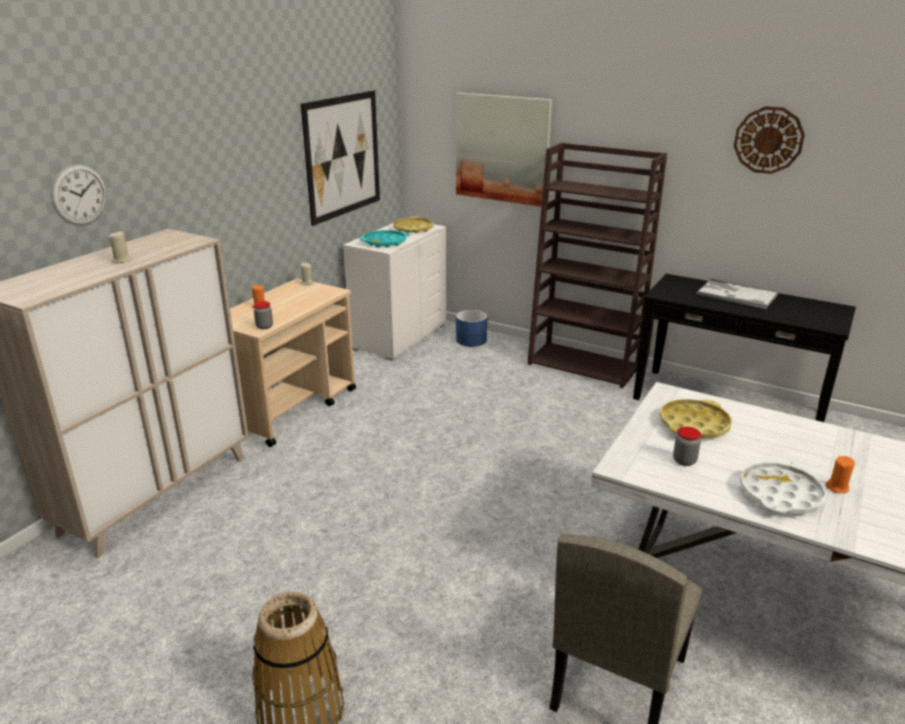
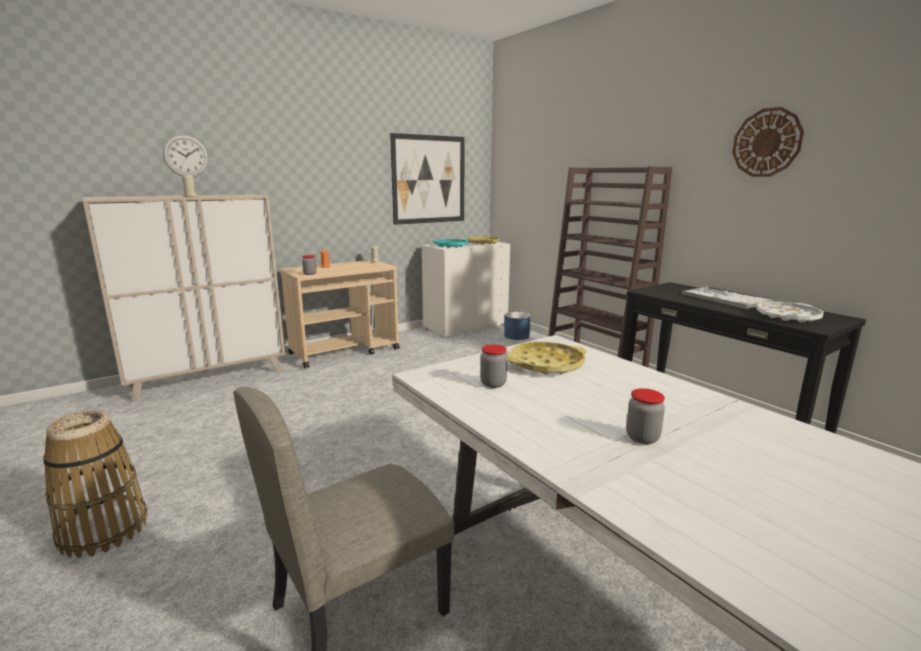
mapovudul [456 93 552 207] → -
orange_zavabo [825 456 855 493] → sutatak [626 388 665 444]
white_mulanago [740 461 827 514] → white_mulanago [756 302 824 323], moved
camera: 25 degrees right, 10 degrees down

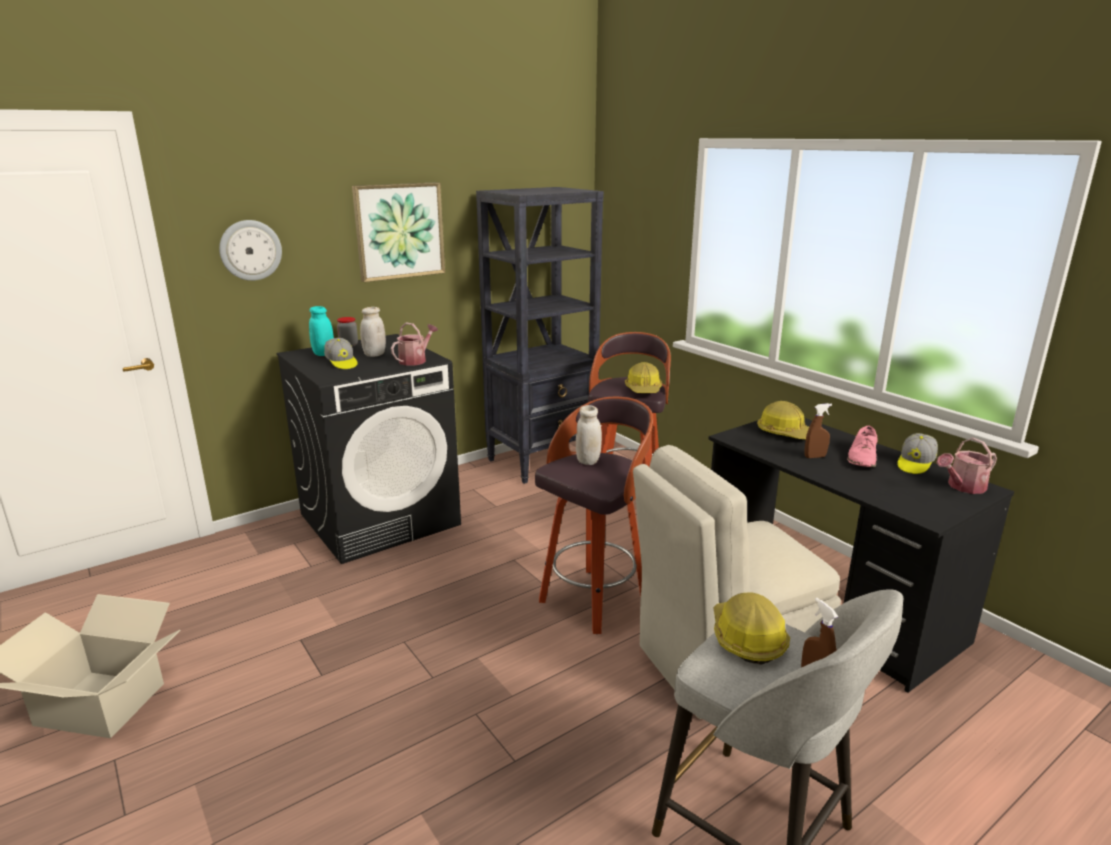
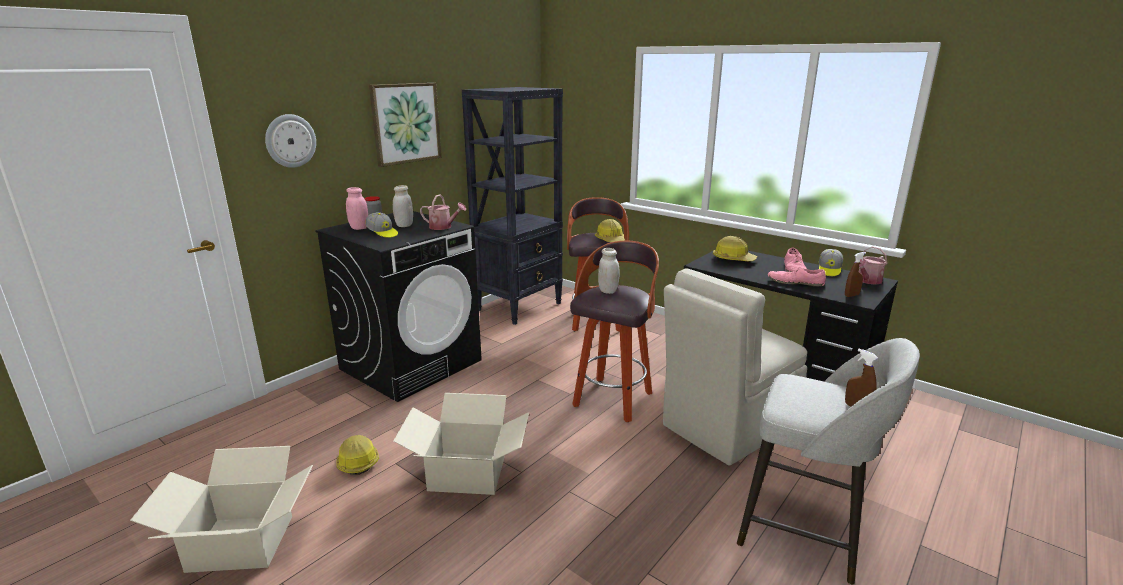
turquoise_sutatak [309 306 334 356] → pink_sutatak [346 187 368 230]
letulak [391 322 438 366] → letulak [420 195 466 230], 90 degrees clockwise
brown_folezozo [804 403 832 458] → brown_folezozo [845 252 866 297], moved
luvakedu [714 593 790 665] → luvakedu [336 435 379 475], moved
- → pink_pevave [768 267 826 287]
- → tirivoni [393 393 529 495]
camera: 15 degrees left, 0 degrees up

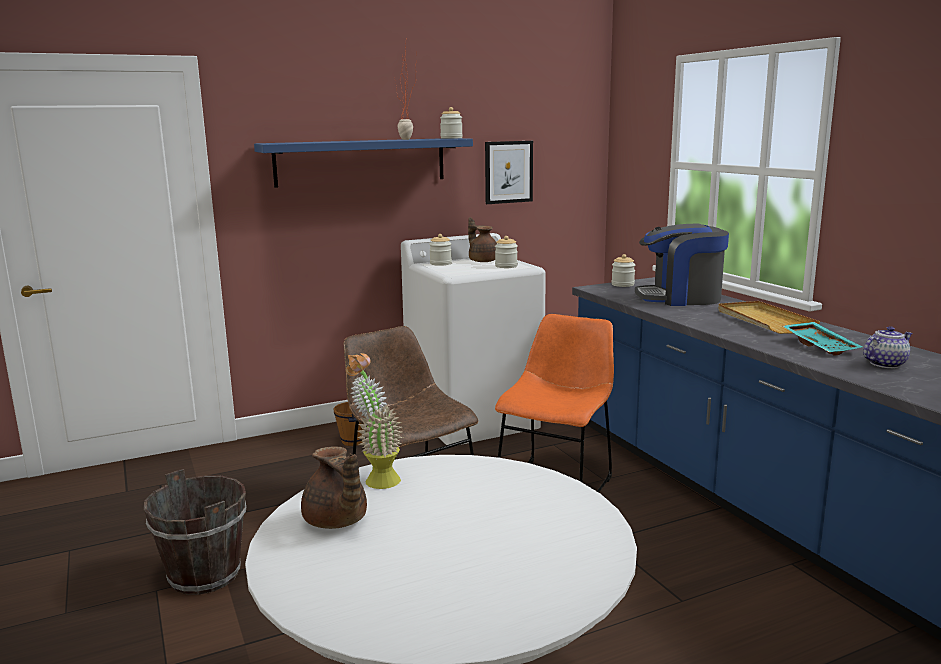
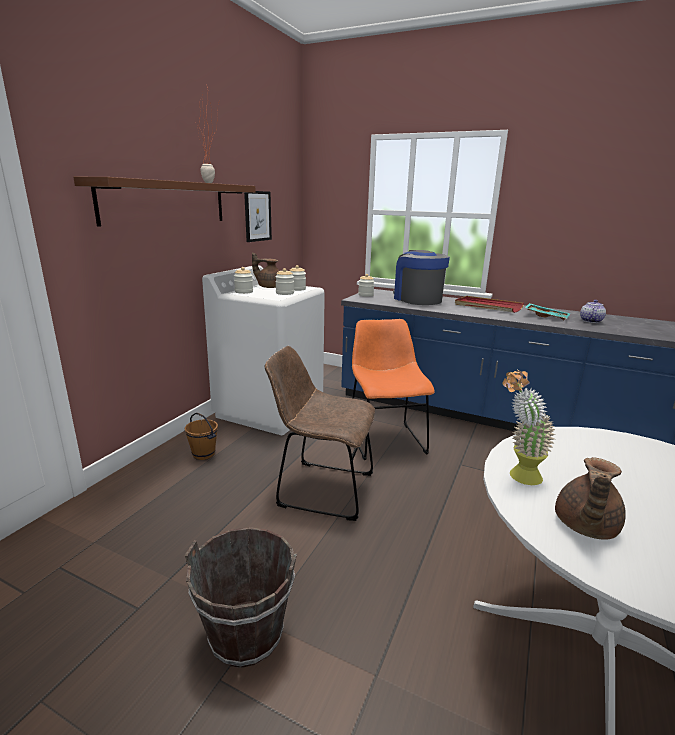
sutatak [440 107 463 139] → sutatak [275 268 294 295], moved
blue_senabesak [254 138 473 188] → brown_senabesak [73 177 256 227]
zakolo [635 224 729 306] → zakolo [393 250 450 305], 105 degrees clockwise
beige_mulanago [718 301 820 334] → red_mulanago [455 296 524 313]
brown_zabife [301 446 367 529] → brown_zabife [555 457 626 540], 105 degrees clockwise
camera: 40 degrees left, 5 degrees up

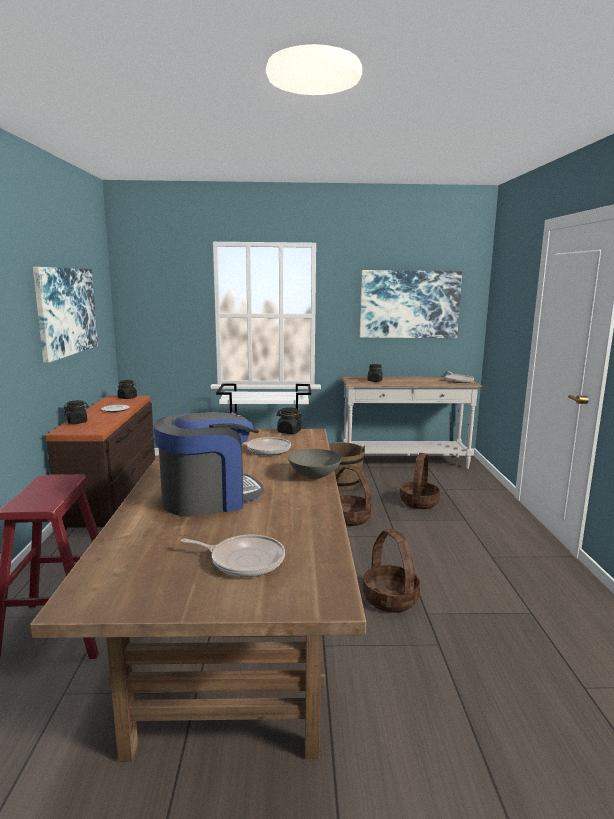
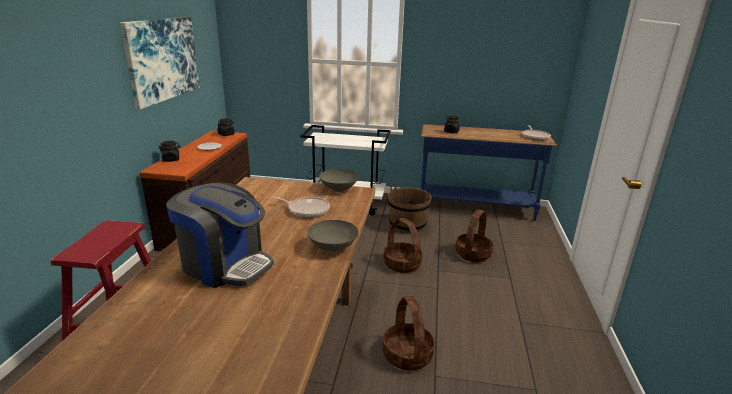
mapovudul [360 270 462 338] → -
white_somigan [342 377 483 469] → blue_somigan [421 124 557 221]
black_sutatak [276 407 302 434] → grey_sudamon [319 169 358 192]
zakolo [154 412 264 517] → zakolo [166 182 274 288], 45 degrees clockwise
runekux [181 535 285 577] → -
camera: 10 degrees right, 10 degrees up

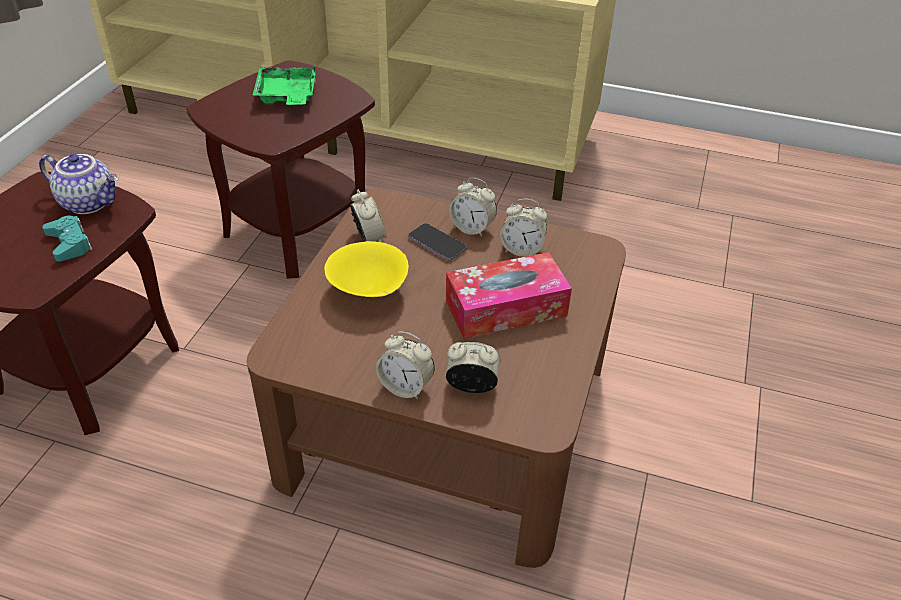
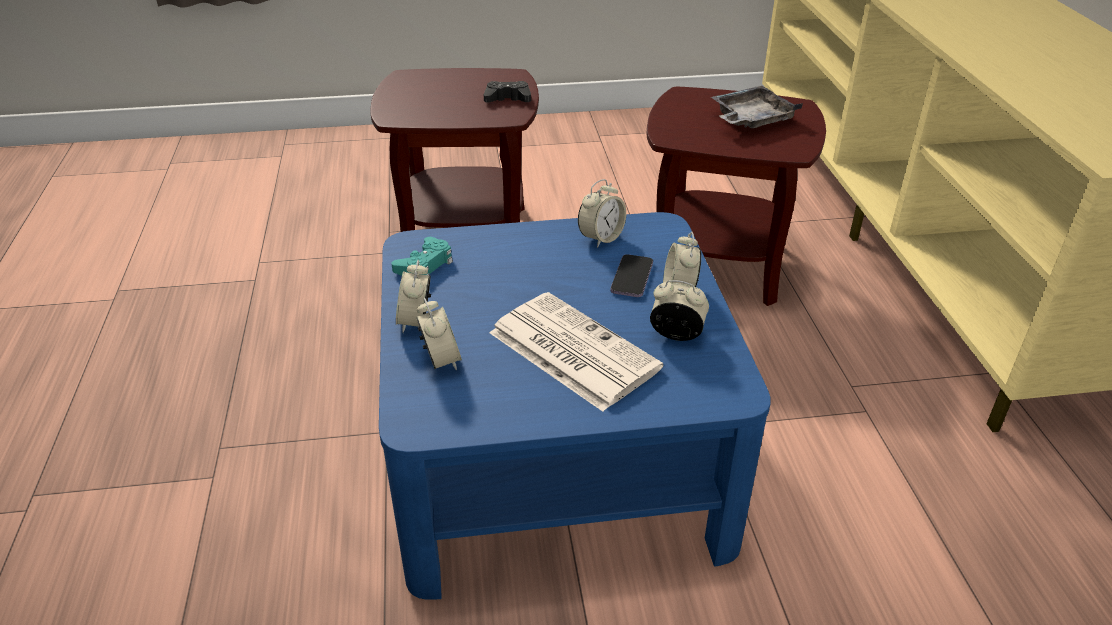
green_mulanago [253 62 316 105] → grey_mulanago [711 86 803 128]
zabife [39 154 119 214] → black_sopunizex [484 81 531 103]
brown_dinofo [246 189 626 568] → blue_dinofo [379 212 770 600]
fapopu [500 199 548 257] → fapopu [650 280 709 341], 120 degrees clockwise
turquoise_sopunizex [42 216 92 262] → turquoise_sopunizex [391 237 453 276], moved
yellow_sudamon [324 241 409 297] → -
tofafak [446 252 572 339] → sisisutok [489 292 663 412]
camera: 65 degrees right, 5 degrees down

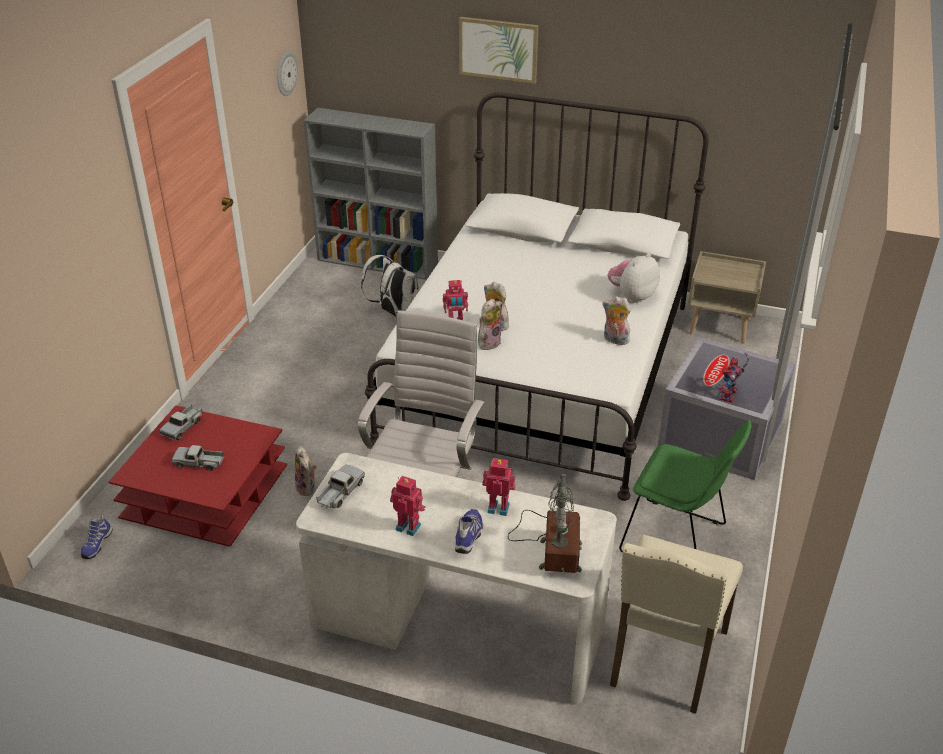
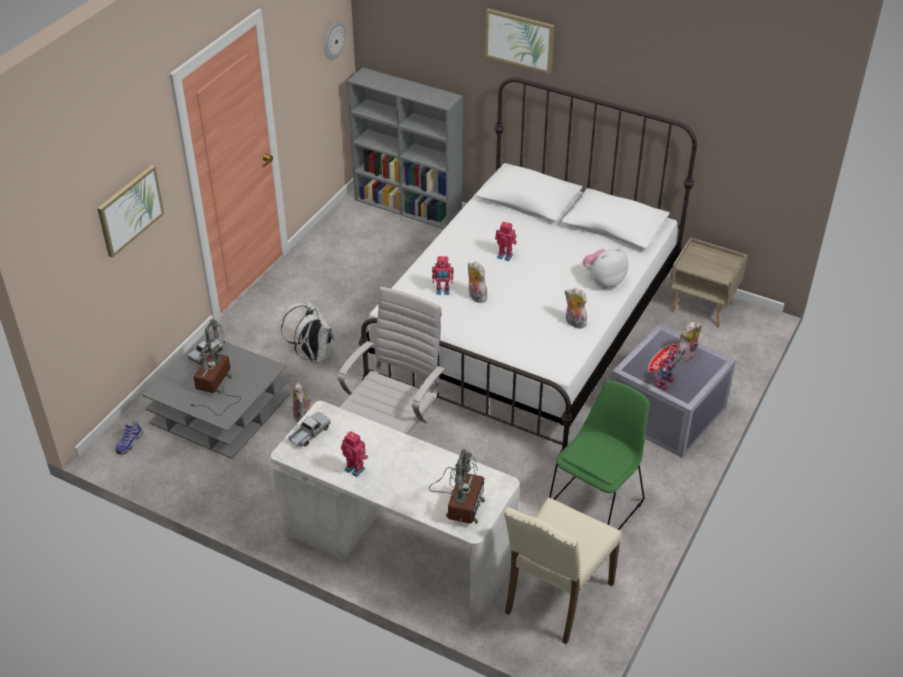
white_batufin [361 255 418 317] → white_batufin [281 301 334 364], moved
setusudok [478 299 502 351] → setusudok [676 321 702 362], moved
red_dinofo [109 405 287 547] → grey_dinofo [142 334 290 459]
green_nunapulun [619 420 752 553] → green_nunapulun [549 380 650 530], 90 degrees counterclockwise
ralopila [172 445 224 471] → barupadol [191 319 241 416]
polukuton [482 458 516 516] → polukuton [495 222 517 261], moved
pevave [455 509 483 554] → -
- → mapovudul [97 165 164 258]
camera: 10 degrees right, 5 degrees up

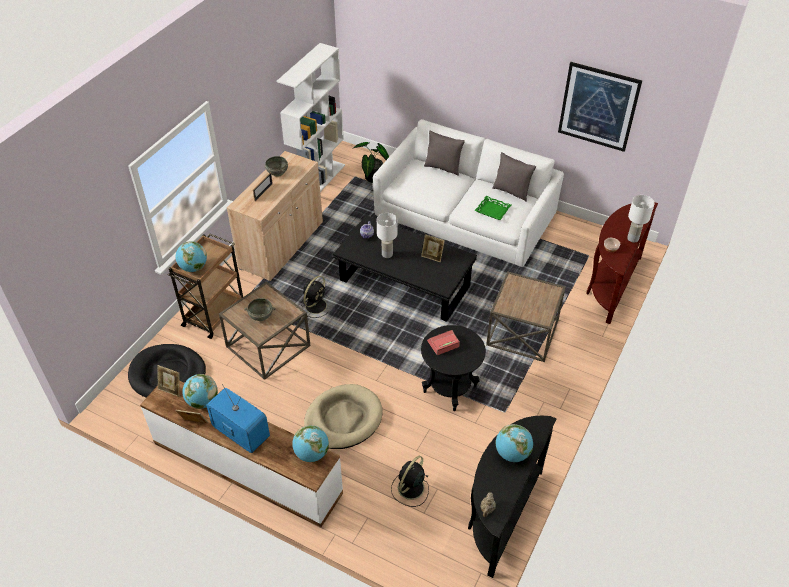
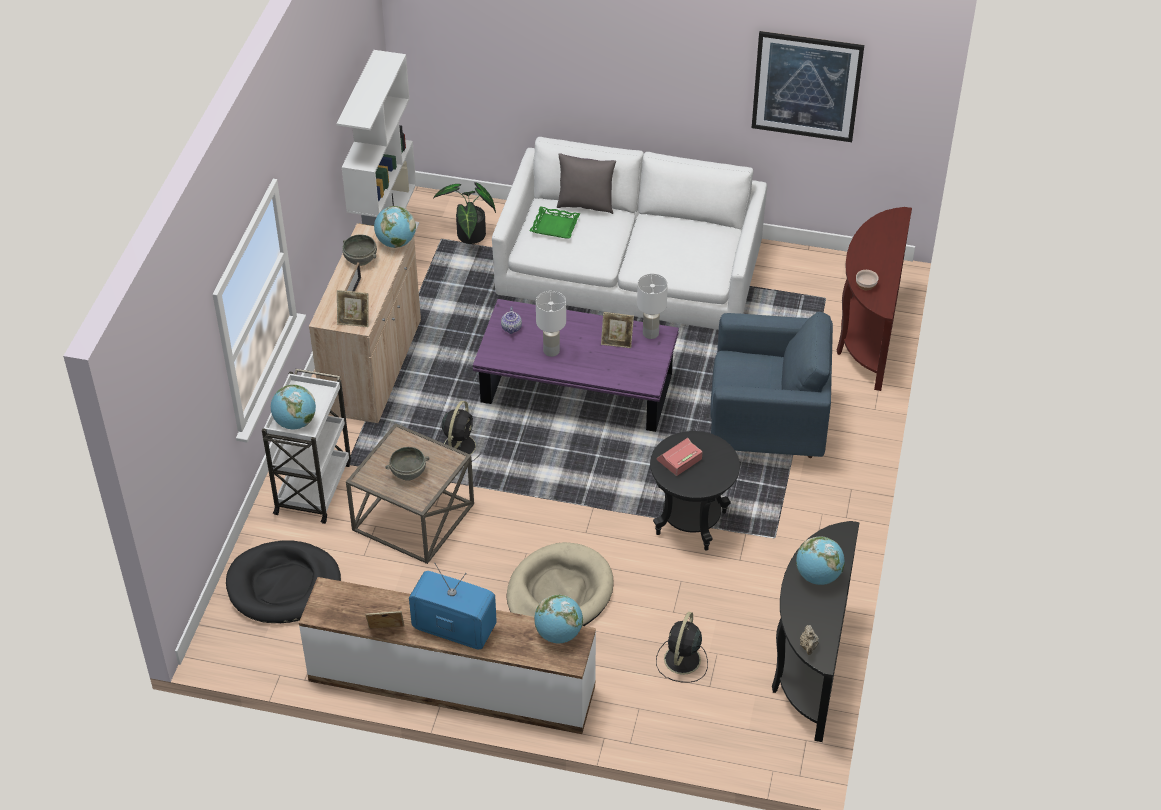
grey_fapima [492 152 536 202] → -
white_barupadol [627 195 655 242] → white_barupadol [637 273 668 339], moved
green_mulanago [475 196 511 220] → green_mulanago [530 206 580 239], moved
black_dinofo [333 215 477 322] → purple_dinofo [473 299 679 432]
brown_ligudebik [168 233 243 339] → white_ligudebik [262 369 351 524]
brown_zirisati [486 271 566 362] → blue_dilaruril [710 312 833 458]
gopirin [157 365 180 397] → gopirin [337 290 368 327], moved
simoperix [182 374 218 409] → simoperix [374 206 416 248], moved
camera: 15 degrees left, 0 degrees up

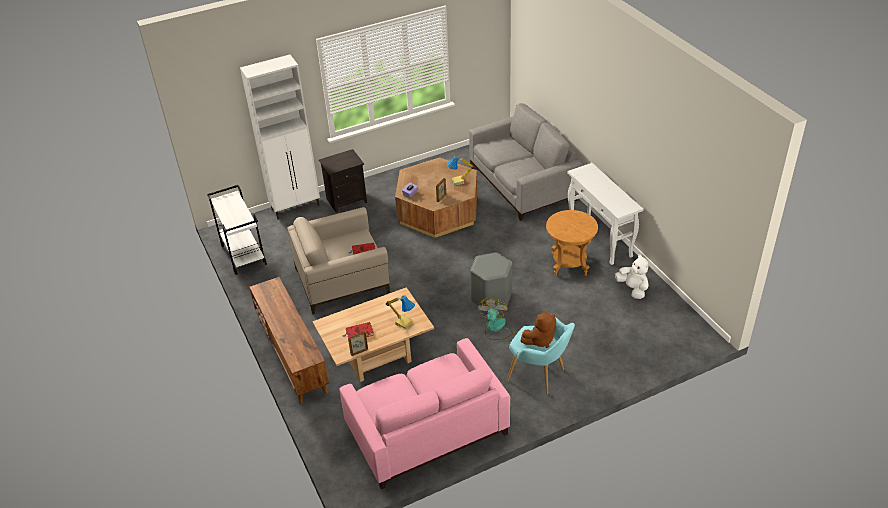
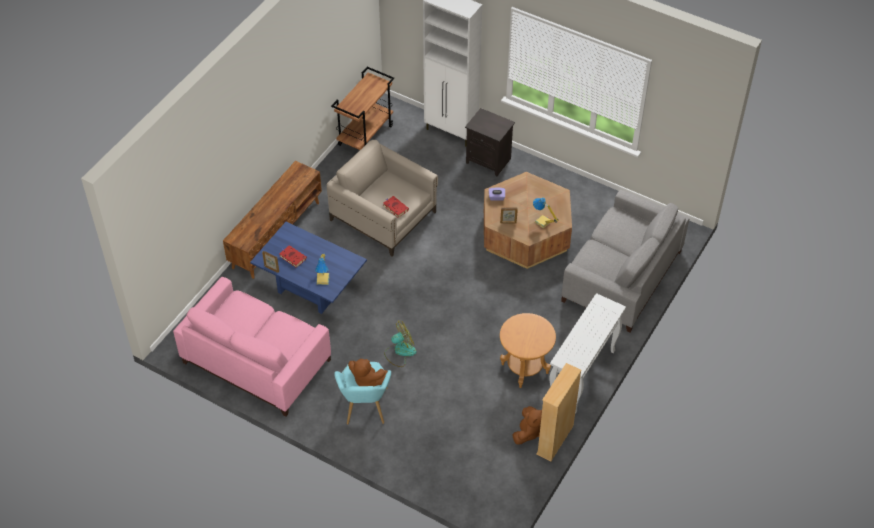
white_ligudebik [207 185 267 275] → brown_ligudebik [331 67 394 150]
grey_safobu [470 252 512 306] → -
white_setusudok [615 254 649 299] → brown_setusudok [512 406 542 445]
beige_dinofo [312 287 434 382] → blue_dinofo [250 222 367 314]
- → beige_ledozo [536 363 582 462]
camera: 55 degrees right, 10 degrees up

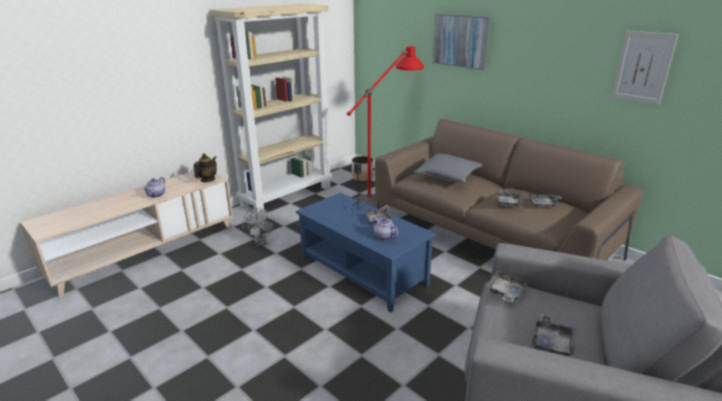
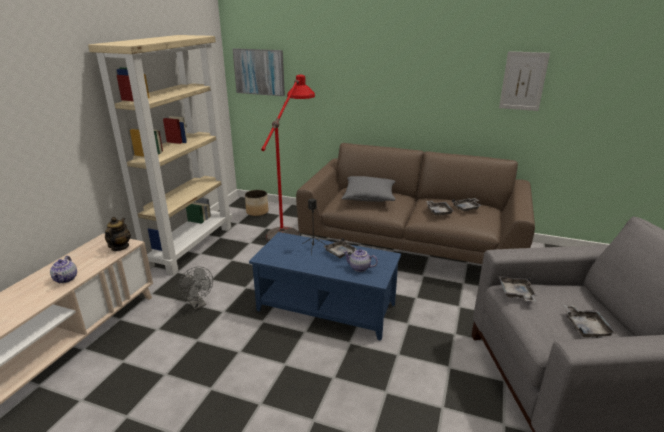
mapovudul [433 14 490 70] → mapovudul [233 48 285 96], moved
camera: 25 degrees left, 0 degrees up

